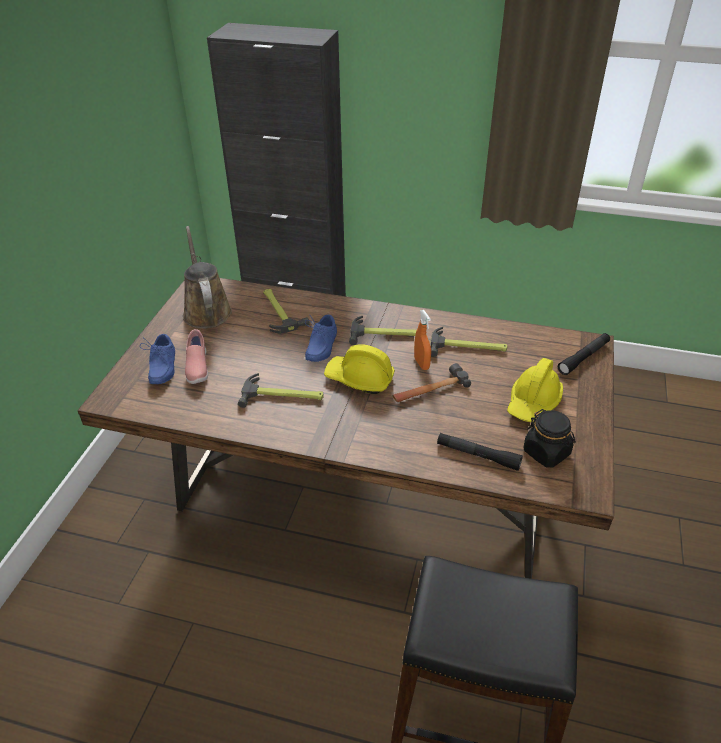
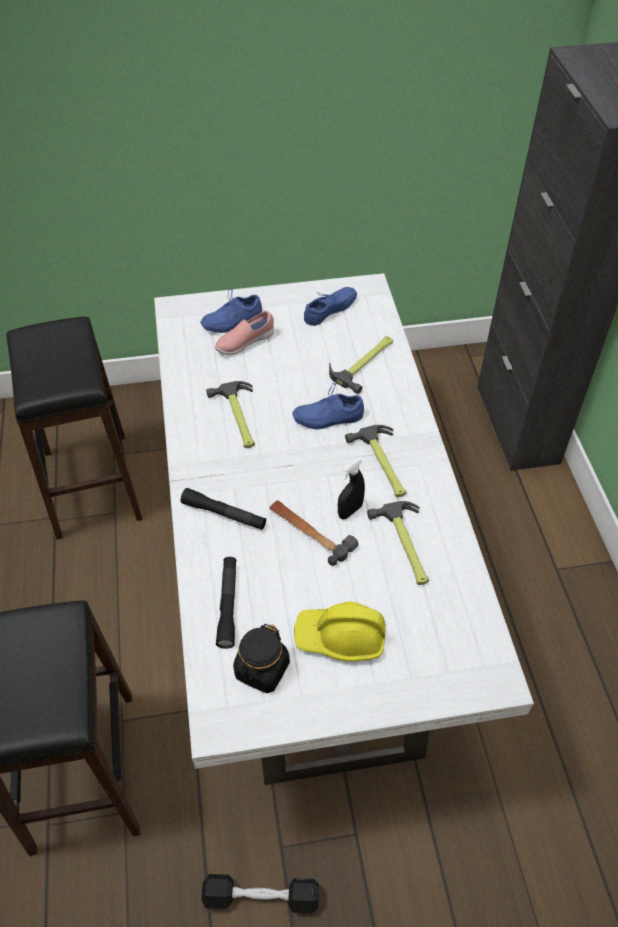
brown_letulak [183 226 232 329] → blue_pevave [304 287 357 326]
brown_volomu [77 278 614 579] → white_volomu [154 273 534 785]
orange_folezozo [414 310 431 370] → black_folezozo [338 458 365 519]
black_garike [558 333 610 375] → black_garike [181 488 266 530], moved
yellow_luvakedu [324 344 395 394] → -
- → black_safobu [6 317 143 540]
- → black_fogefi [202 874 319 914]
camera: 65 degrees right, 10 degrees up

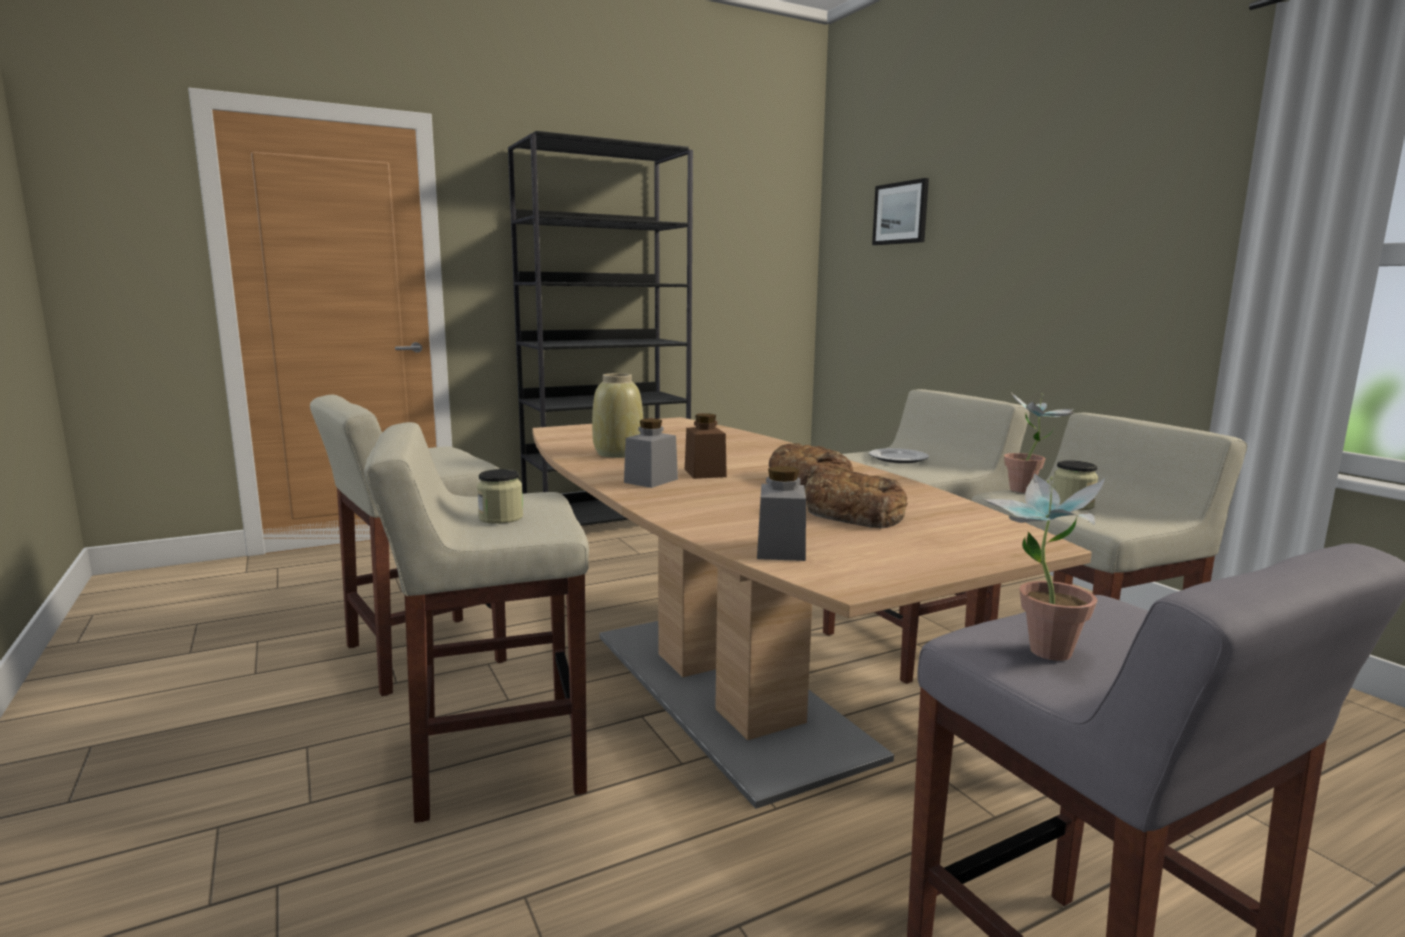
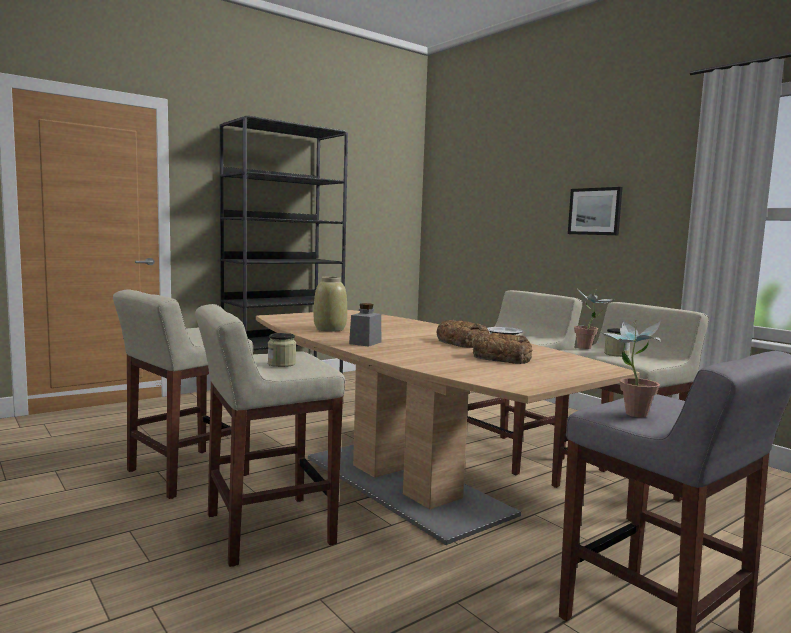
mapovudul [872 178 929 245] → mapovudul [568 187 623 235], moved
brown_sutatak [685 413 727 479] → -
grey_sutatak [757 466 806 561] → -
camera: 10 degrees left, 5 degrees down

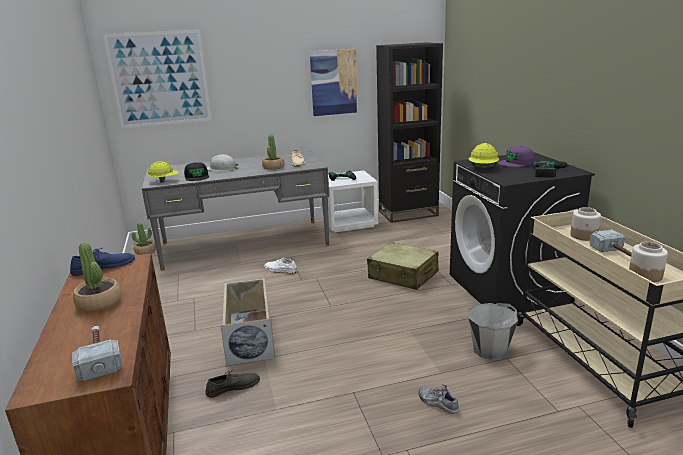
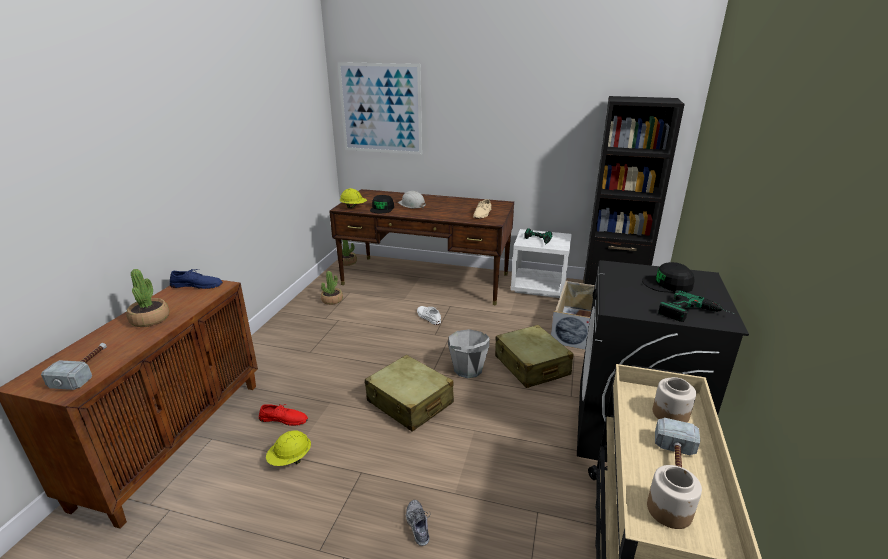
mapovudul [309 49 358 116] → -
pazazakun [262 134 284 170] → pazazakun [321 271 343 305], moved
yellow_luvakedu [469 143 499 168] → yellow_luvakedu [266 431 311 466], moved
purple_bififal [498 146 535 167] → black_bififal [642 262 695 292]
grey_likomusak [142 151 329 271] → brown_likomusak [329 189 514 305]
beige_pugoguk [221 278 275 366] → beige_pugoguk [551 280 595 350], moved
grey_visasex [467 303 518 360] → grey_visasex [448 329 489 378], moved
grey_pevave [206 371 260 398] → red_pevave [259 404 308 426]
- → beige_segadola [365 355 454 432]
camera: 30 degrees right, 5 degrees up

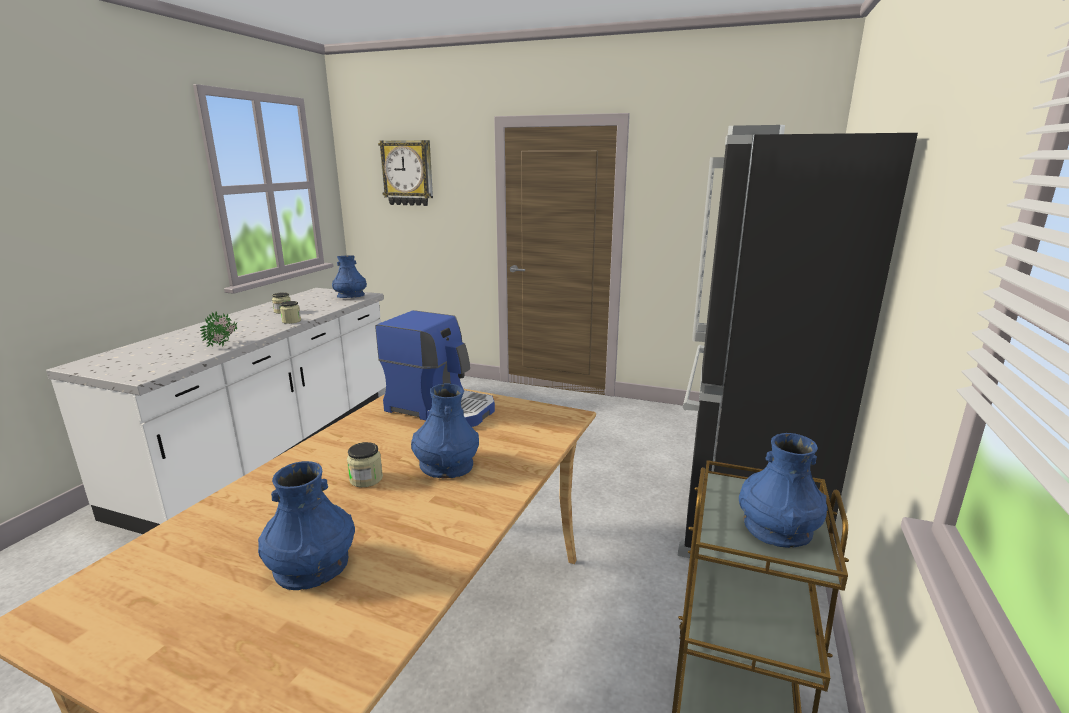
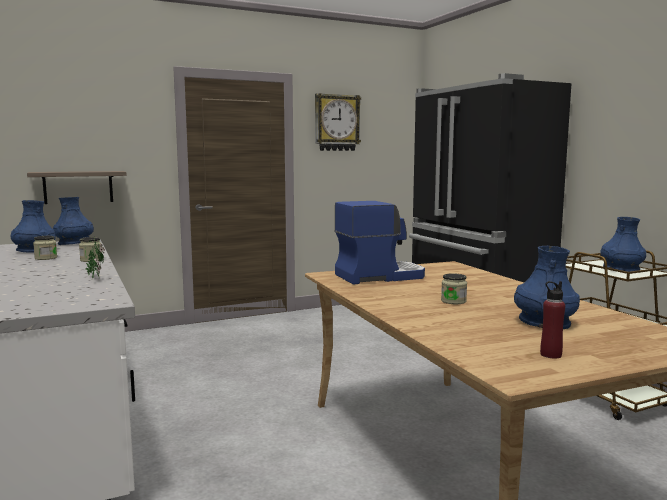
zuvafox [378 140 433 206] → zuvafox [315 93 361 151], moved
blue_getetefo [411 383 479 479] → blue_getetefo [11 200 56 253], moved
- → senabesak [27 171 127 204]
- → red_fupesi [540 281 565 358]
camera: 45 degrees left, 10 degrees down

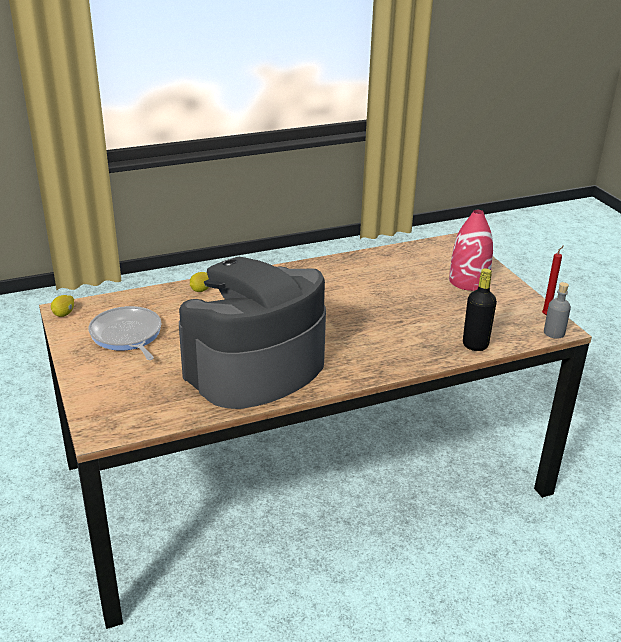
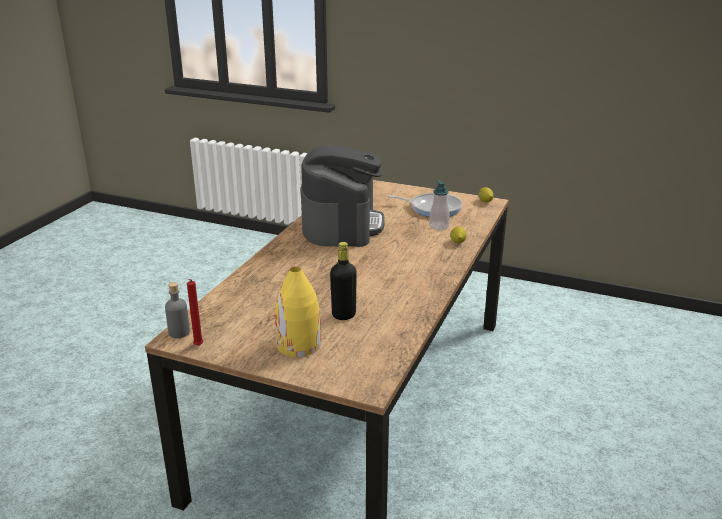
red_getetefo [449 210 493 291] → yellow_getetefo [275 267 321 357]
black_fupesi [463 268 497 351] → black_fupesi [330 242 357 320], moved
- → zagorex [429 180 450 230]
camera: 135 degrees right, 5 degrees down

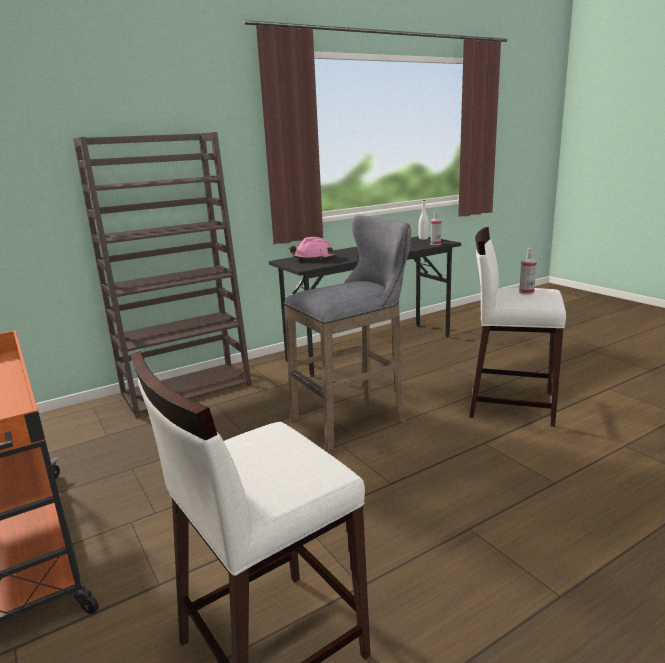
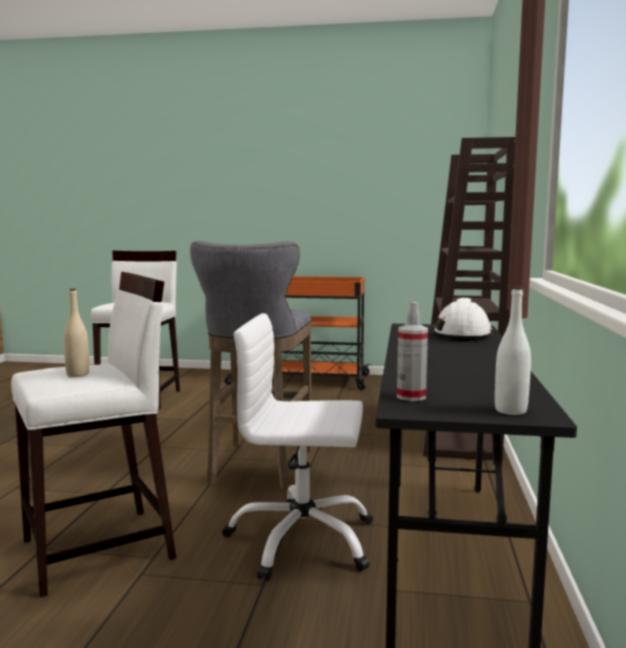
pink_luvakedu [289 237 333 259] → white_luvakedu [432 298 494 341]
folezozo [519 248 537 295] → beige_fupesi [64 289 89 377]
- → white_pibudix [222 313 373 581]
camera: 130 degrees right, 10 degrees down

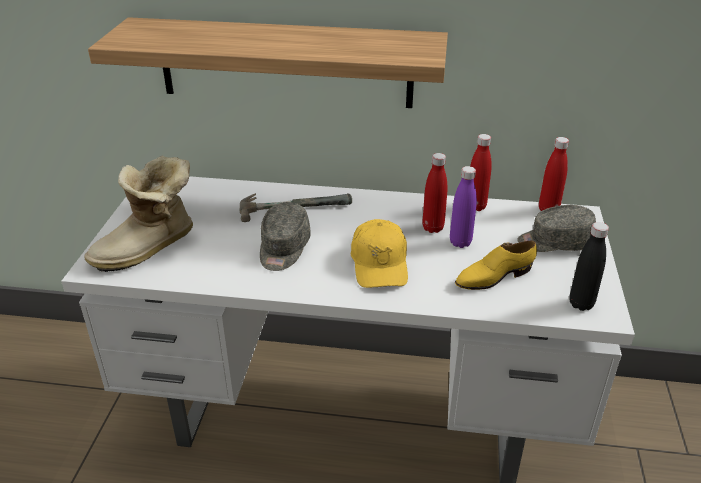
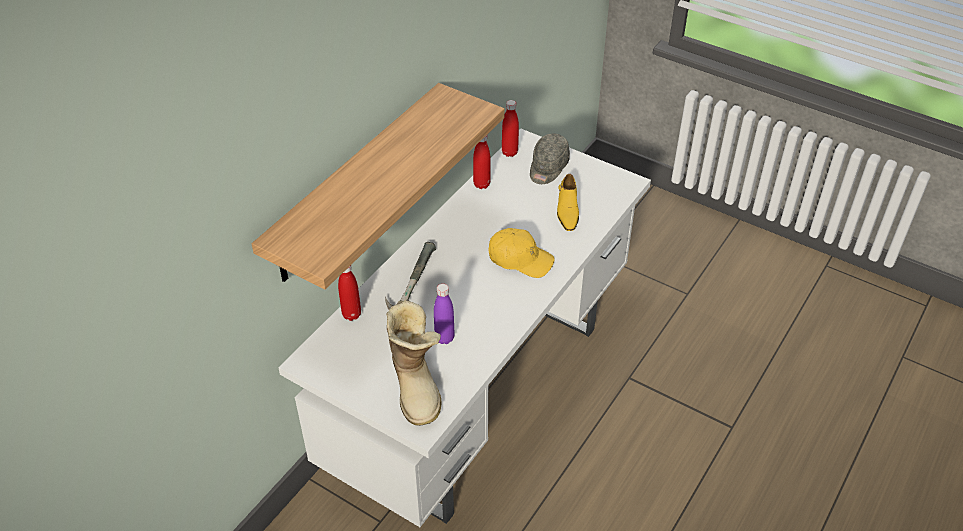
red_fupesi [422 153 447 233] → red_fupesi [338 265 361 321], moved
purple_fupesi [450 166 477 248] → purple_fupesi [434 284 455 344], moved
grey_bififal [260 202 311 271] → -
black_fupesi [570 222 609 311] → -
camera: 65 degrees left, 10 degrees up

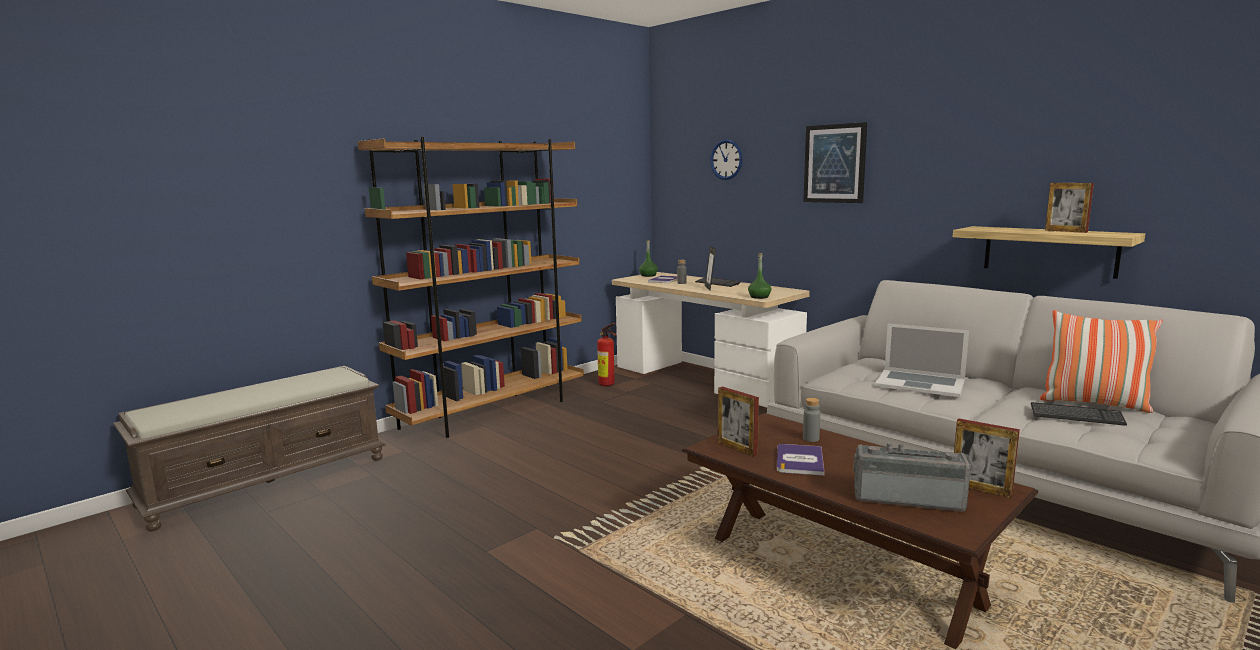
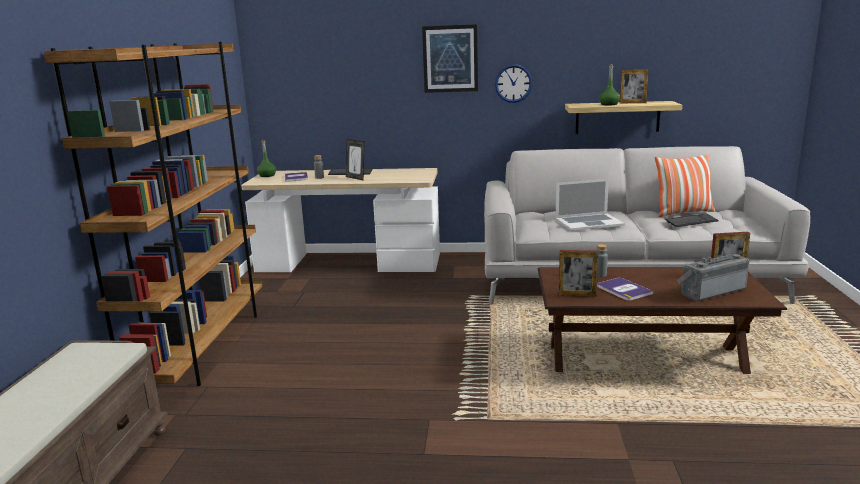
zuvafox [710 140 743 180] → zuvafox [495 64 533 103], moved
green_fupesi [748 253 771 299] → green_fupesi [599 64 620 105], moved
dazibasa [597 323 616 386] → -
camera: 40 degrees left, 5 degrees up

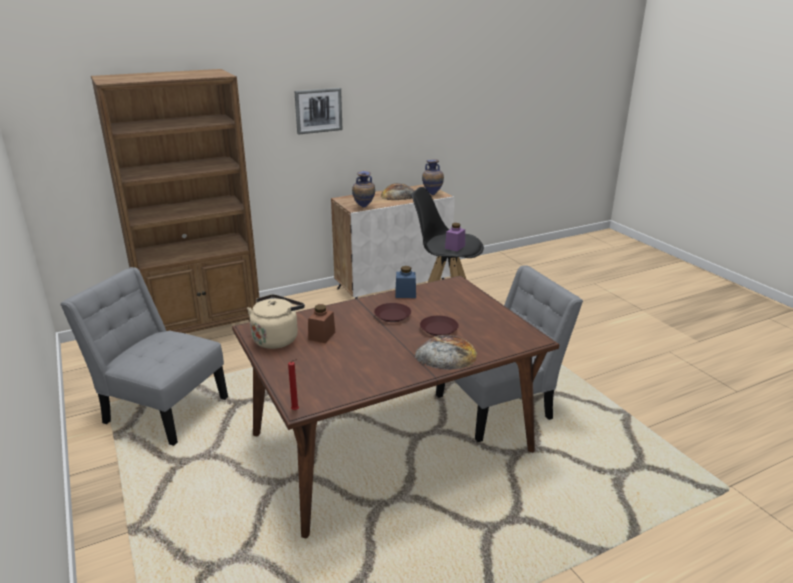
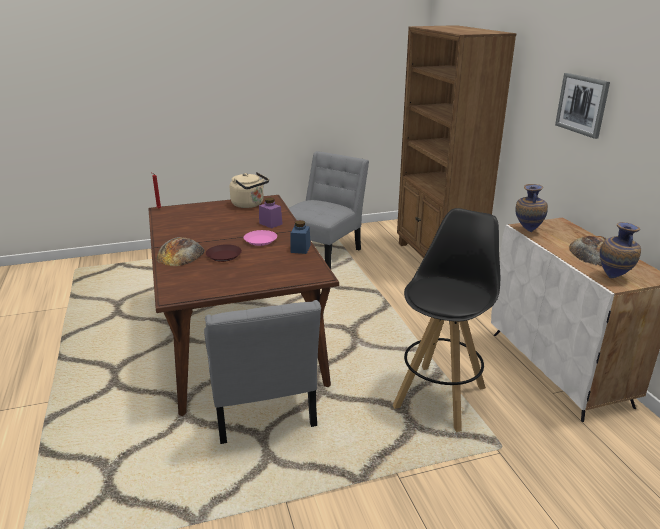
purple_sutatak [445 223 465 252] → purple_sutatak [259 198 283 229], moved
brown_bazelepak [374 303 411 322] → pink_bazelepak [244 230 277 246]
brown_sutatak [308 304 335 343] → -
camera: 100 degrees right, 0 degrees up

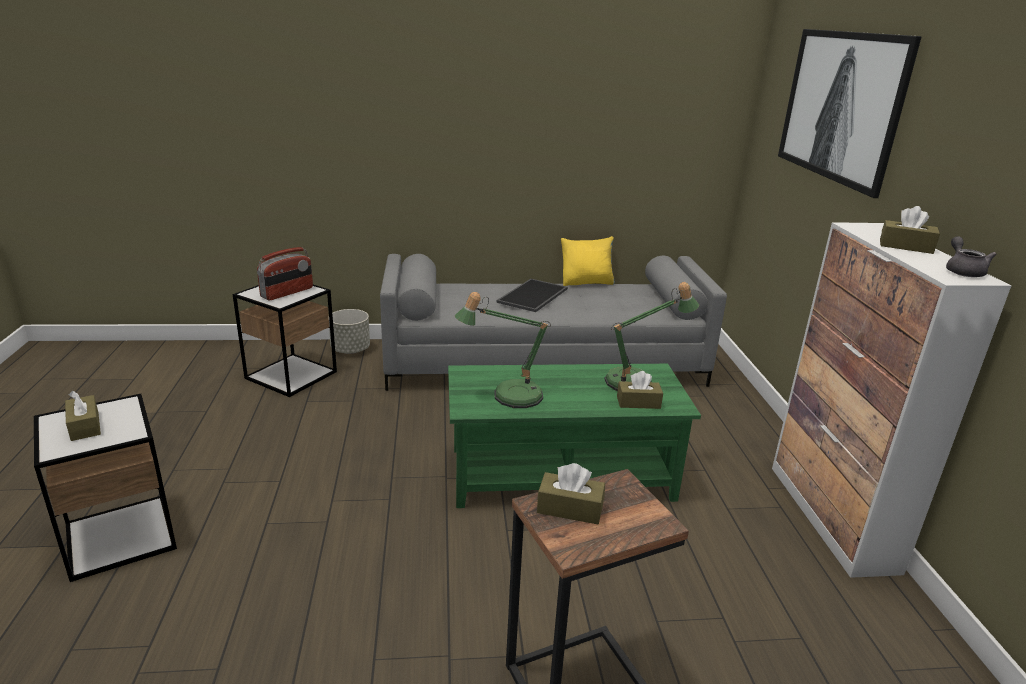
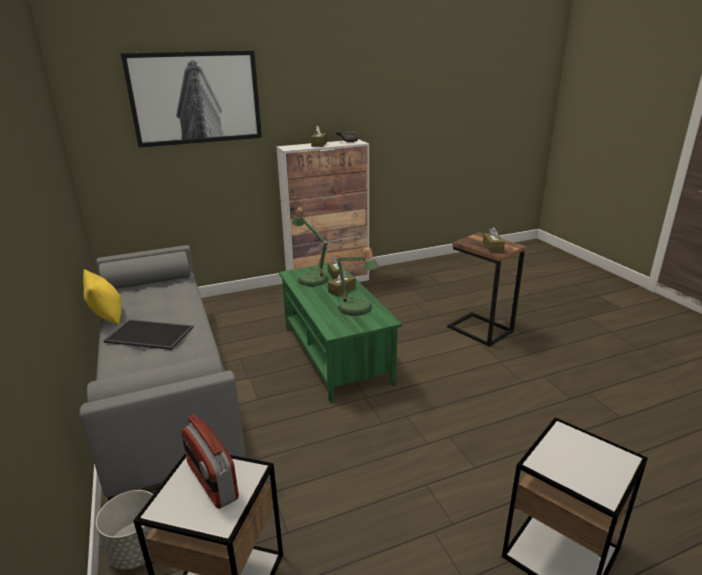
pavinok [257 247 313 300] → pavinok [181 414 239 509], 150 degrees counterclockwise
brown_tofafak [65 391 101 441] → brown_tofafak [328 270 356 296], moved
camera: 105 degrees left, 0 degrees up

